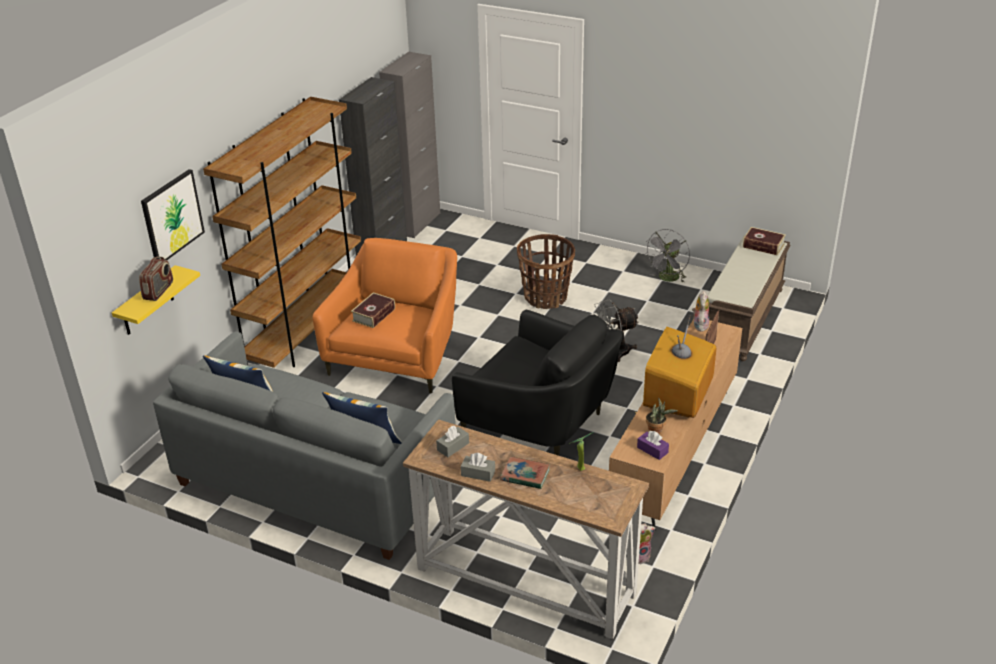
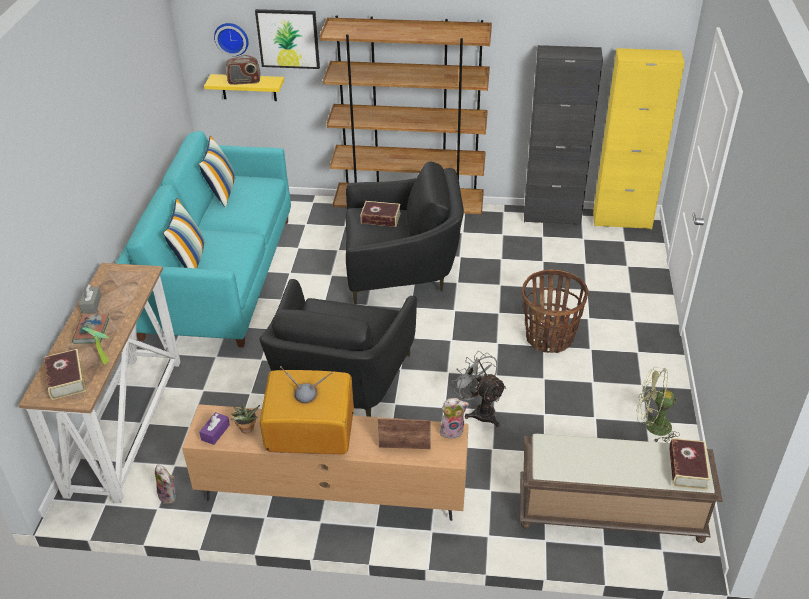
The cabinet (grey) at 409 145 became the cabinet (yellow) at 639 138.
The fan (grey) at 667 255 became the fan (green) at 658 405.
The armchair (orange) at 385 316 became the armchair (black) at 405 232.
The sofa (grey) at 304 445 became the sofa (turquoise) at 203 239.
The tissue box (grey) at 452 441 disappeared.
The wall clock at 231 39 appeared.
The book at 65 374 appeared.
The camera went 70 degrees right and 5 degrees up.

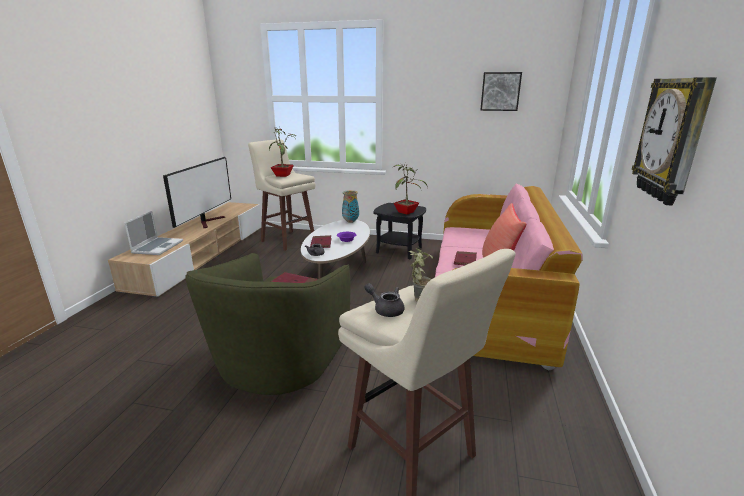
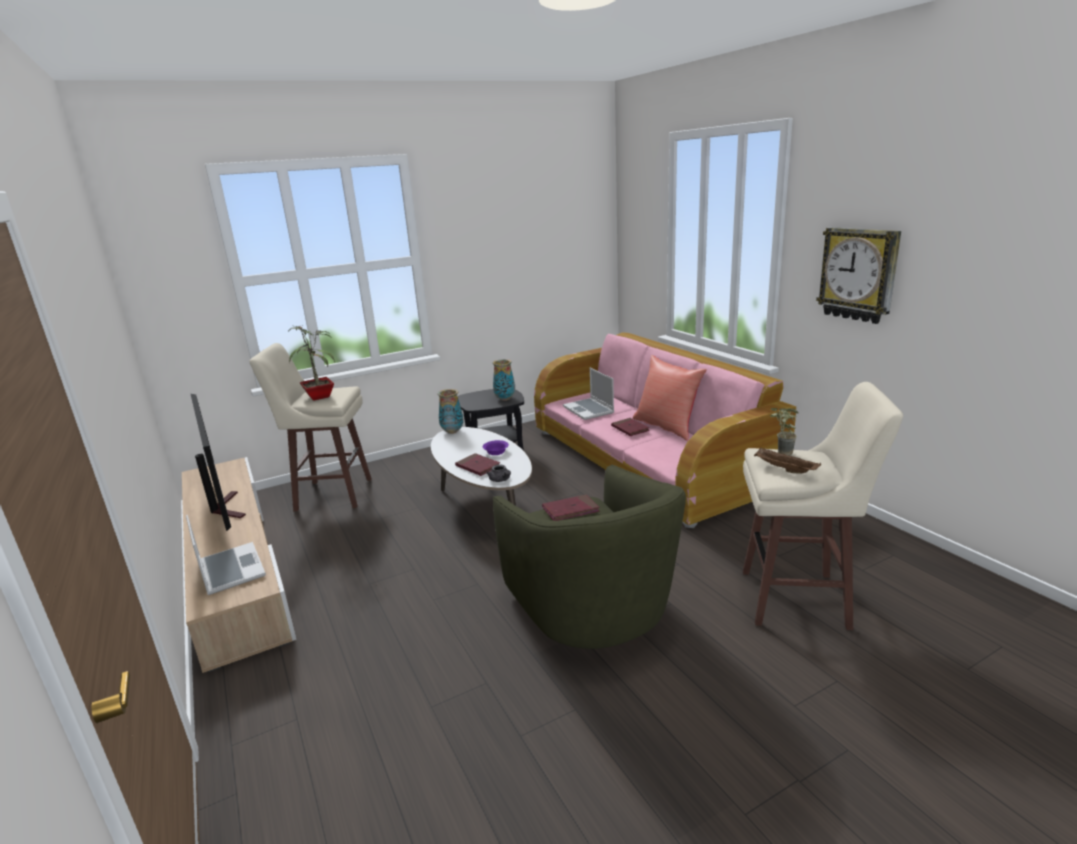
The picture at 501 91 disappeared.
The potted plant at 410 190 was replaced by the vase at 503 380.
The teapot (grey) at 384 300 was replaced by the tray (brown) at 787 461.
The laptop at 588 394 appeared.
The camera went 40 degrees left and 0 degrees up.

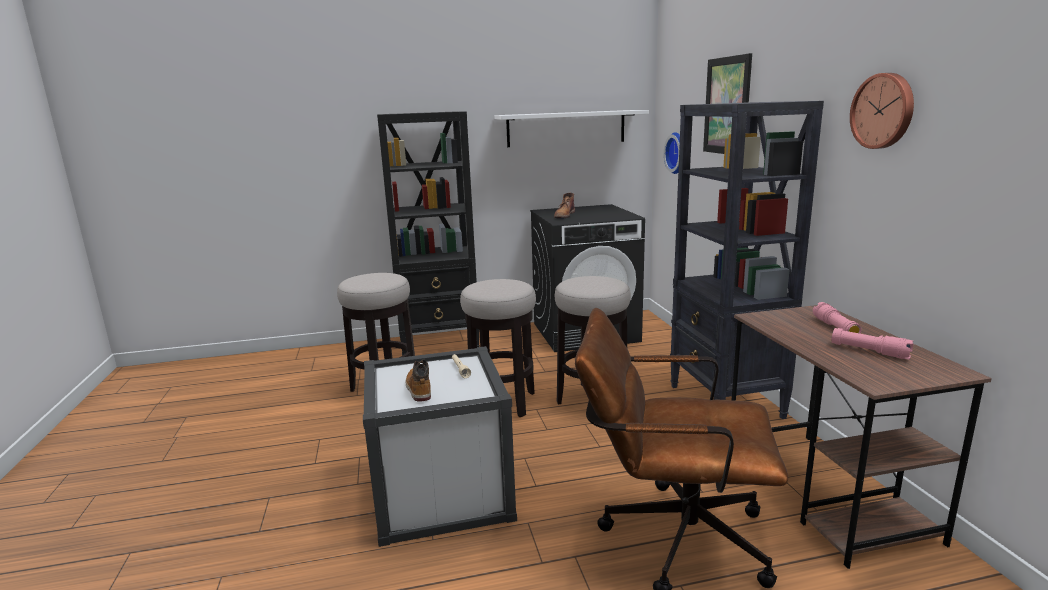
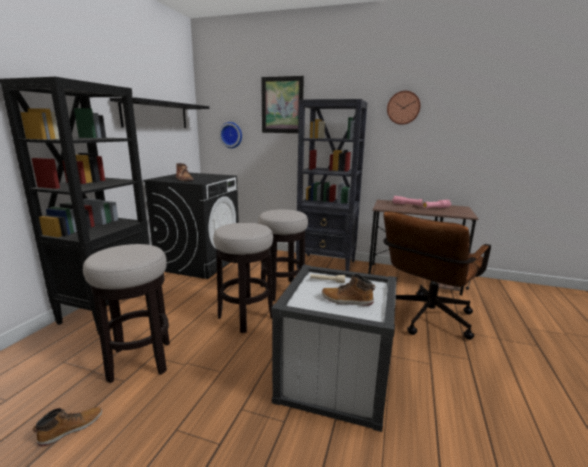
The shelf (white) at 571 128 became the shelf (black) at 160 112.
The boot at 67 427 appeared.
The camera went 60 degrees left and 0 degrees up.

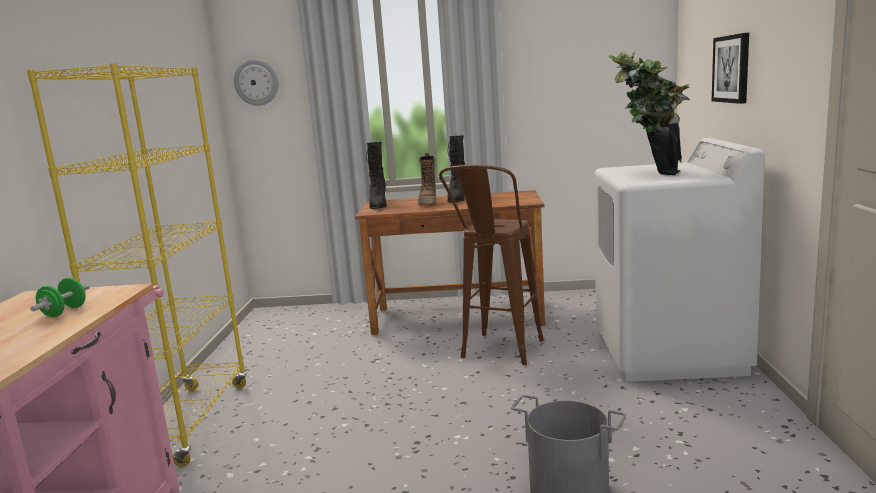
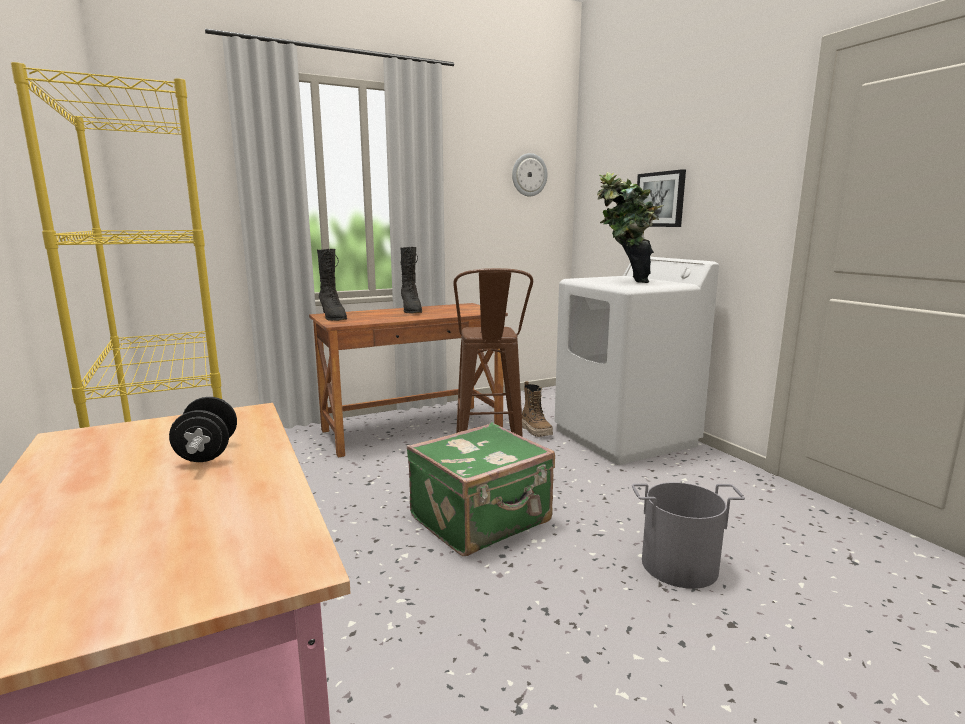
The wall clock moved from 256 82 to 530 175.
The boot moved from 427 179 to 537 409.
The dumbbell (green) at 60 297 became the dumbbell (black) at 203 429.
The suitcase (green) at 481 489 appeared.
The camera went 30 degrees left and 0 degrees up.

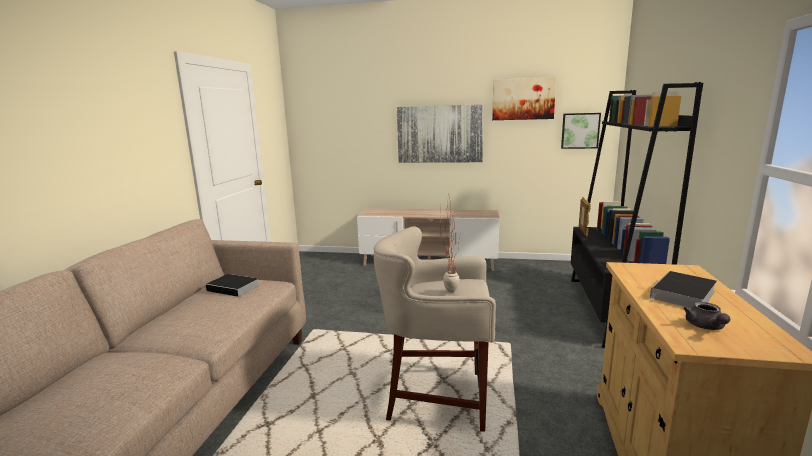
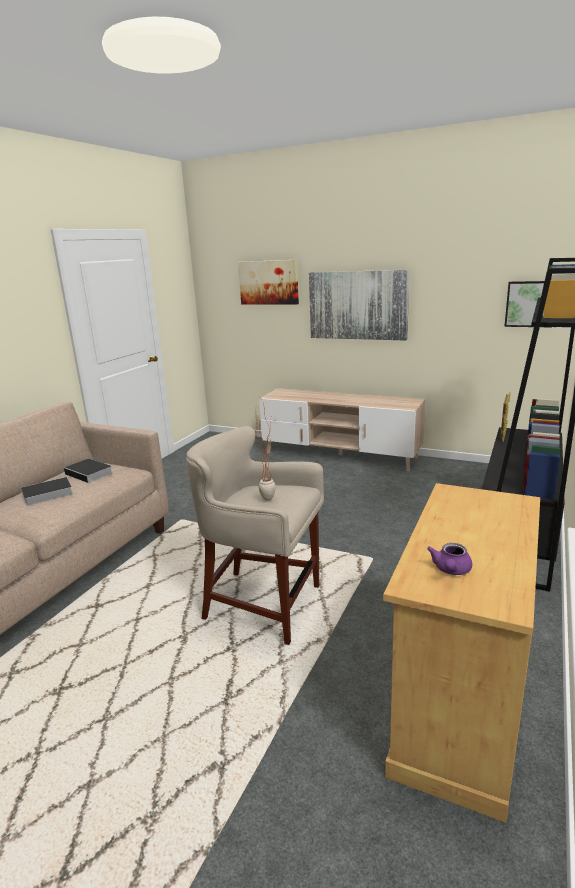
The picture moved from 524 98 to 268 282.
The book moved from 683 289 to 45 491.
The teapot (grey) at 706 316 became the teapot (purple) at 449 559.
The camera went 15 degrees right and 5 degrees up.

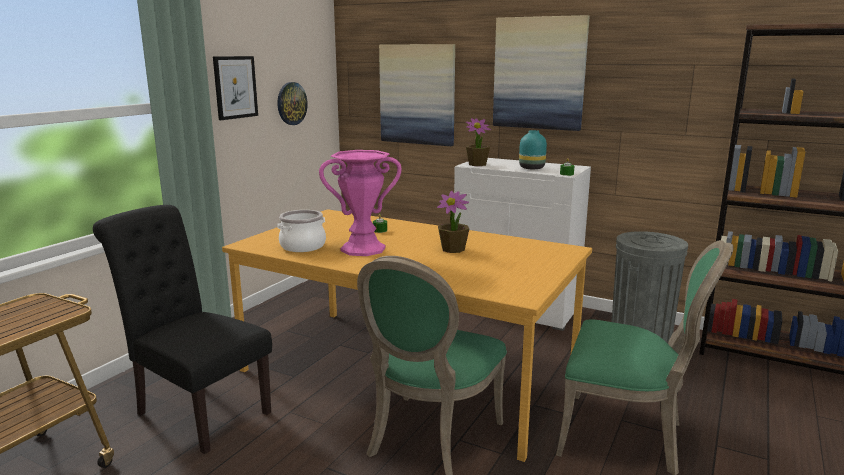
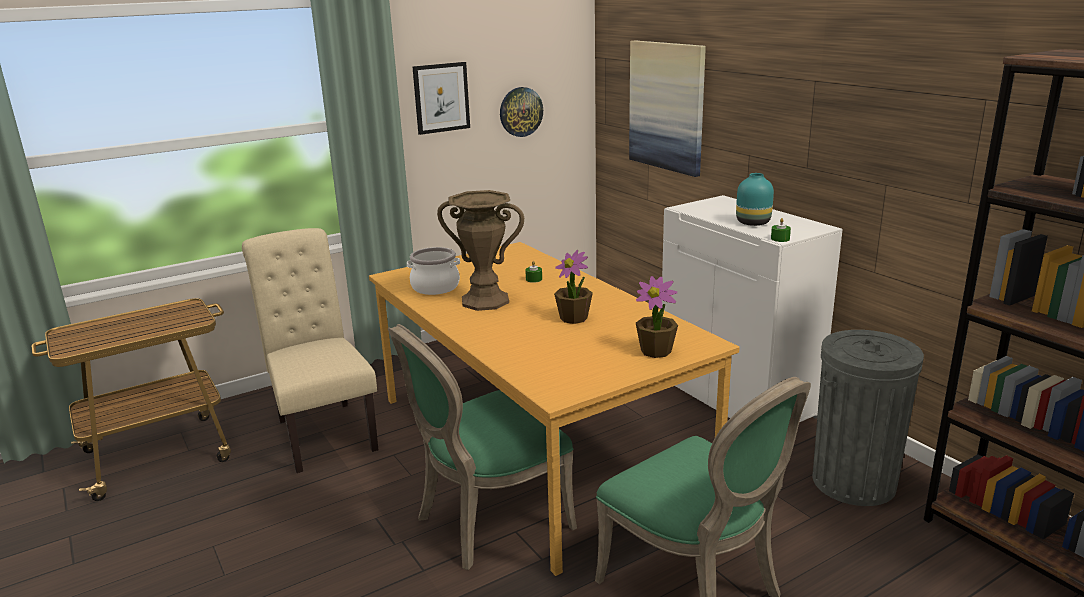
The picture at 541 73 disappeared.
The potted plant moved from 478 142 to 657 317.
The vase (pink) at 360 203 became the vase (brown) at 480 250.
The chair (black) at 182 329 became the chair (beige) at 310 350.
The camera went 30 degrees right and 5 degrees up.

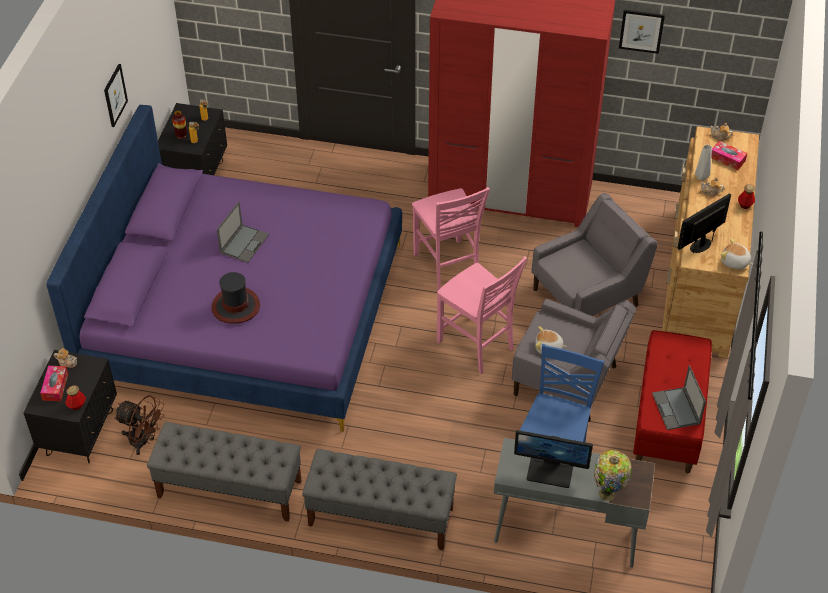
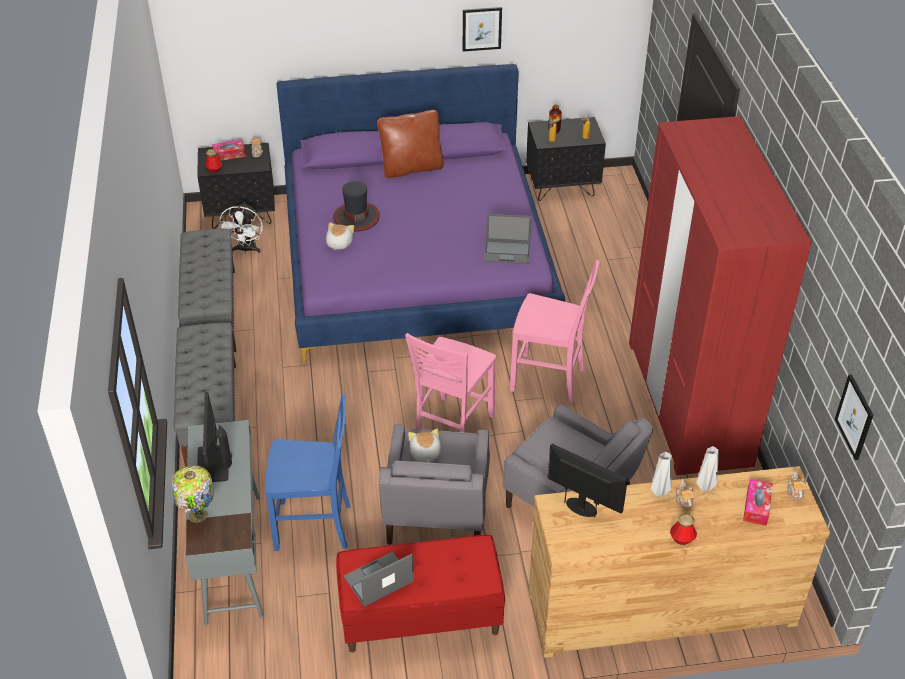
The picture moved from 642 32 to 854 417.
The chair (pink) at 451 238 turned 120 degrees counterclockwise.
The laptop moved from 243 232 to 508 239.
The plush toy moved from 736 253 to 340 236.
The fan (brown) at 139 425 became the fan (white) at 241 227.
The pillow (brown) at 410 144 appeared.
The vase (grey) at 661 474 appeared.
The camera went 70 degrees right and 5 degrees down.

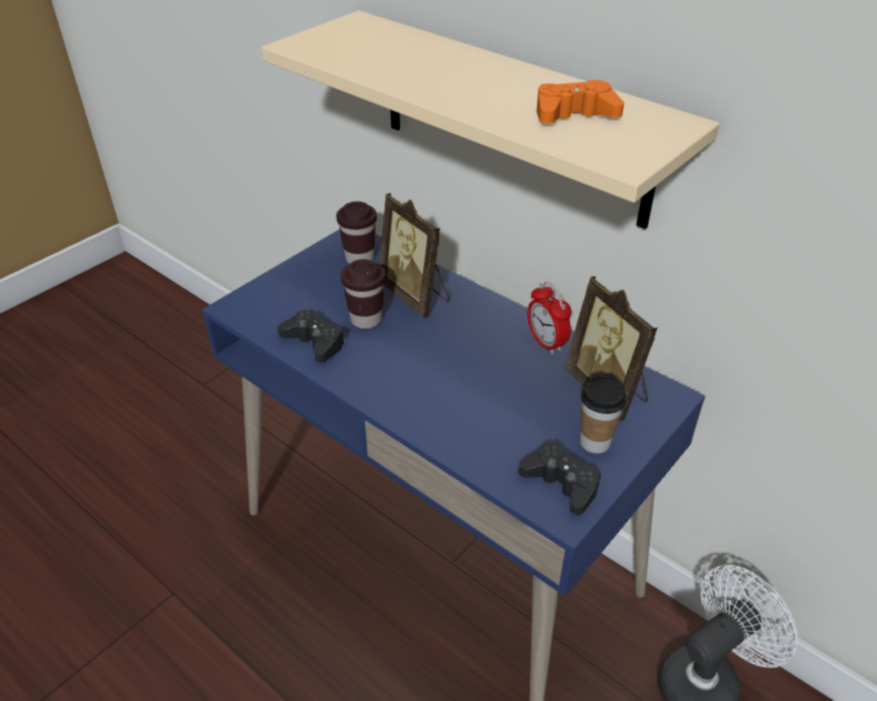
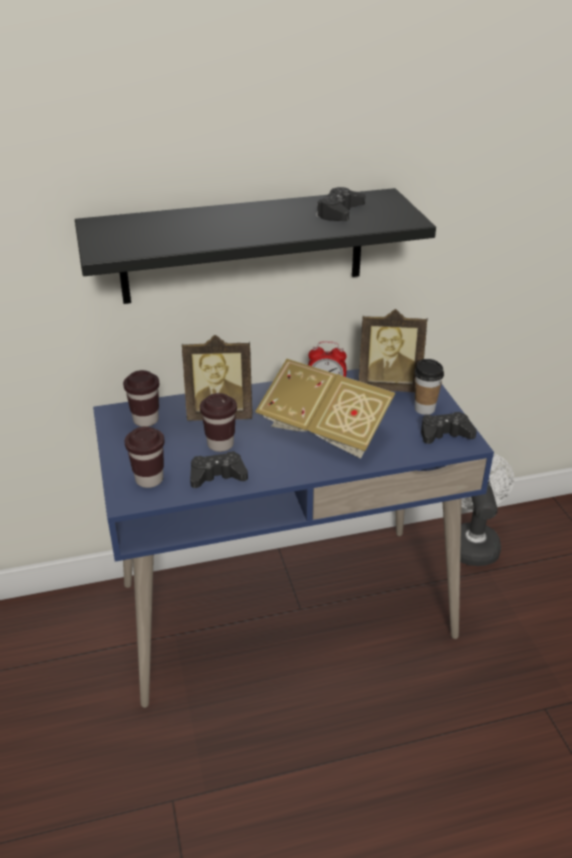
The shelf (beige) at 490 119 became the shelf (black) at 255 246.
The game controller (orange) at 580 102 became the game controller (black) at 341 204.
The book at 325 409 appeared.
The cup (brown) at 144 457 appeared.
The camera went 55 degrees left and 5 degrees down.

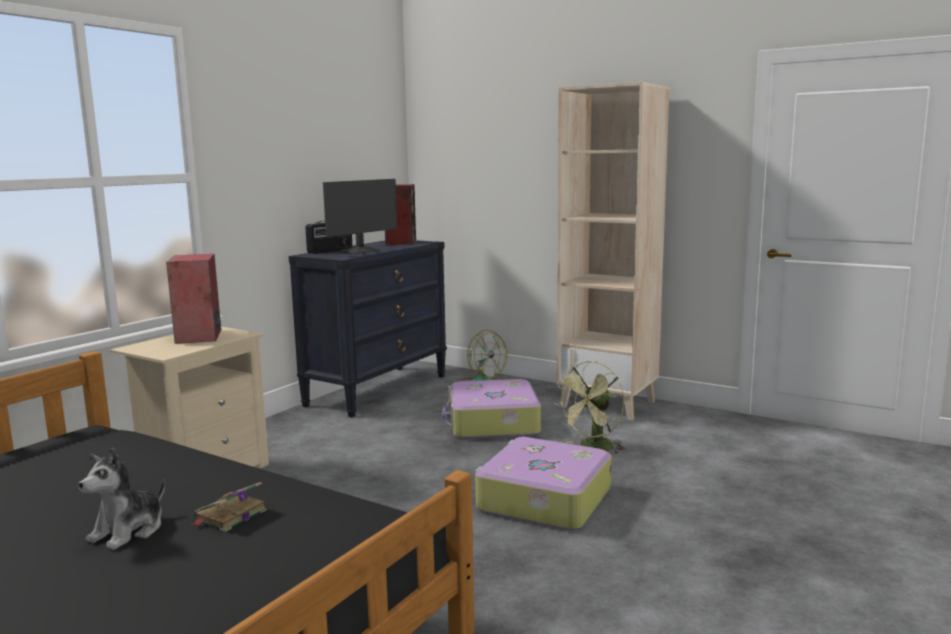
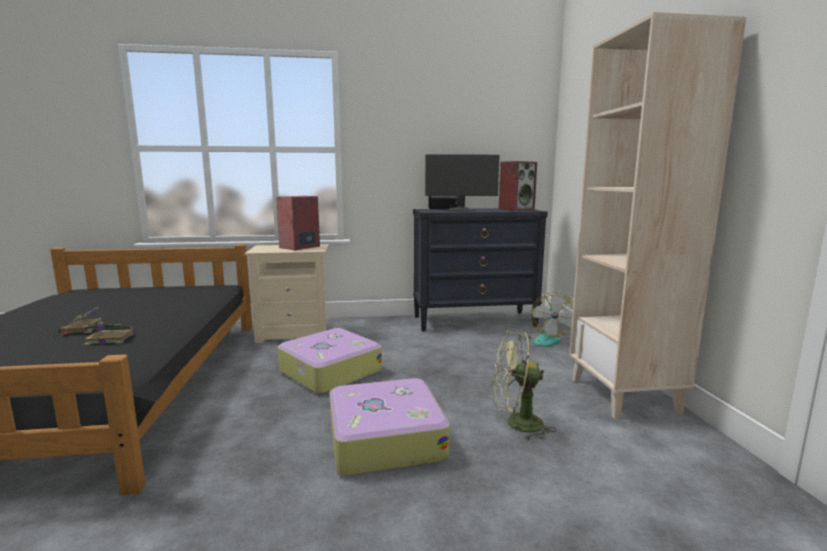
The suitcase moved from 491 409 to 329 361.
The plush toy at 121 499 was replaced by the book at 81 321.
The camera went 50 degrees right and 0 degrees up.

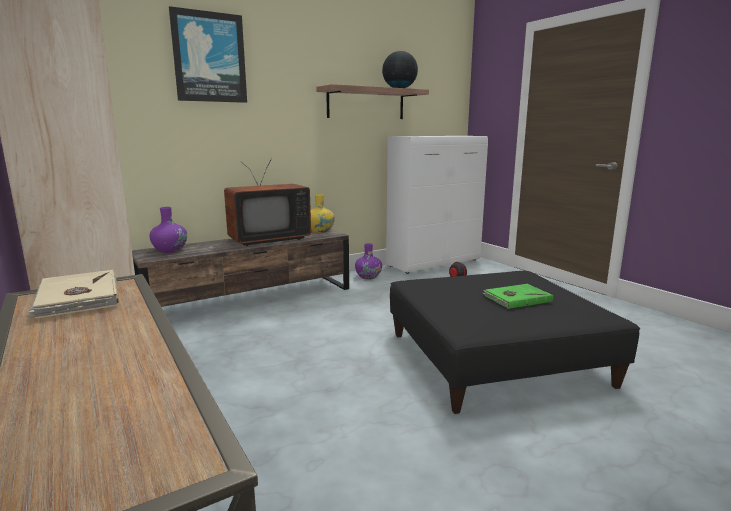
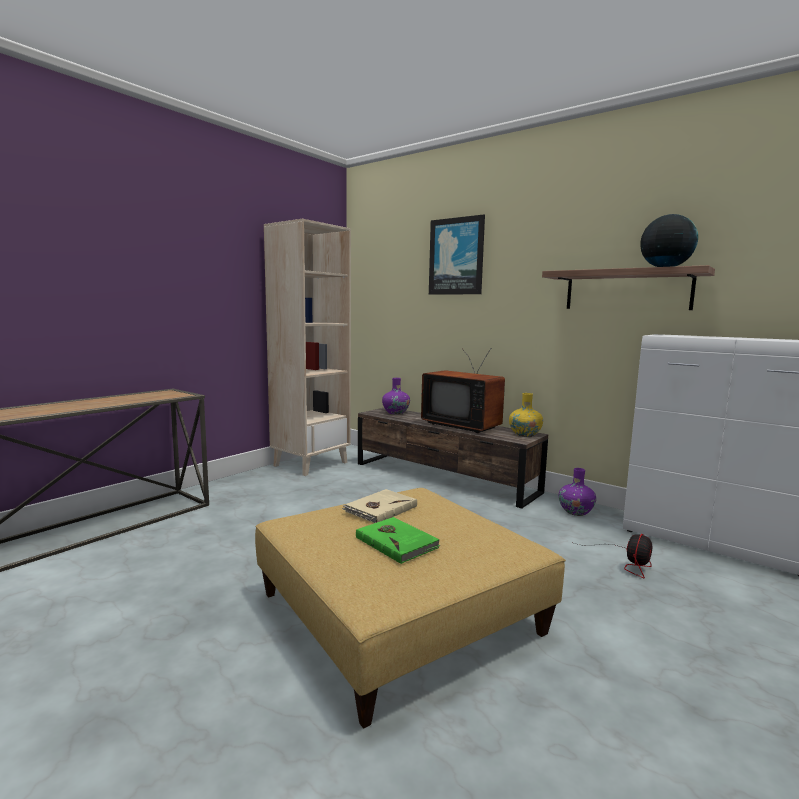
The book (beige) moved from 72 294 to 379 506.
The ottoman (black) at 515 342 became the ottoman (beige) at 410 608.
The camera went 70 degrees right and 5 degrees down.

